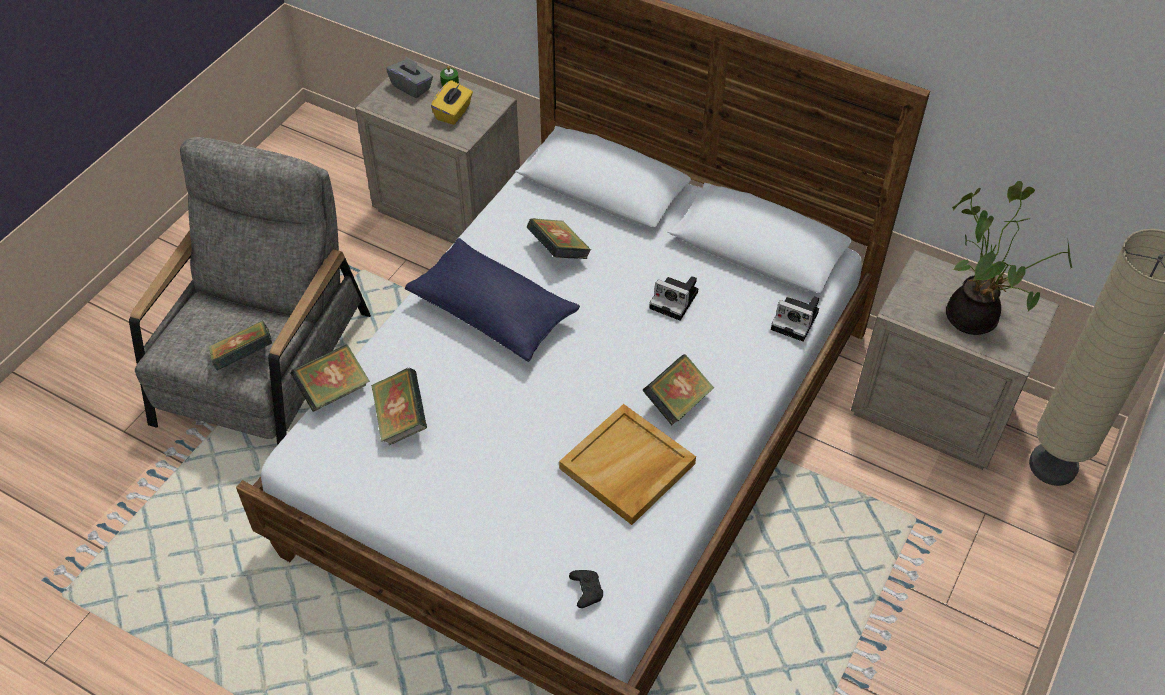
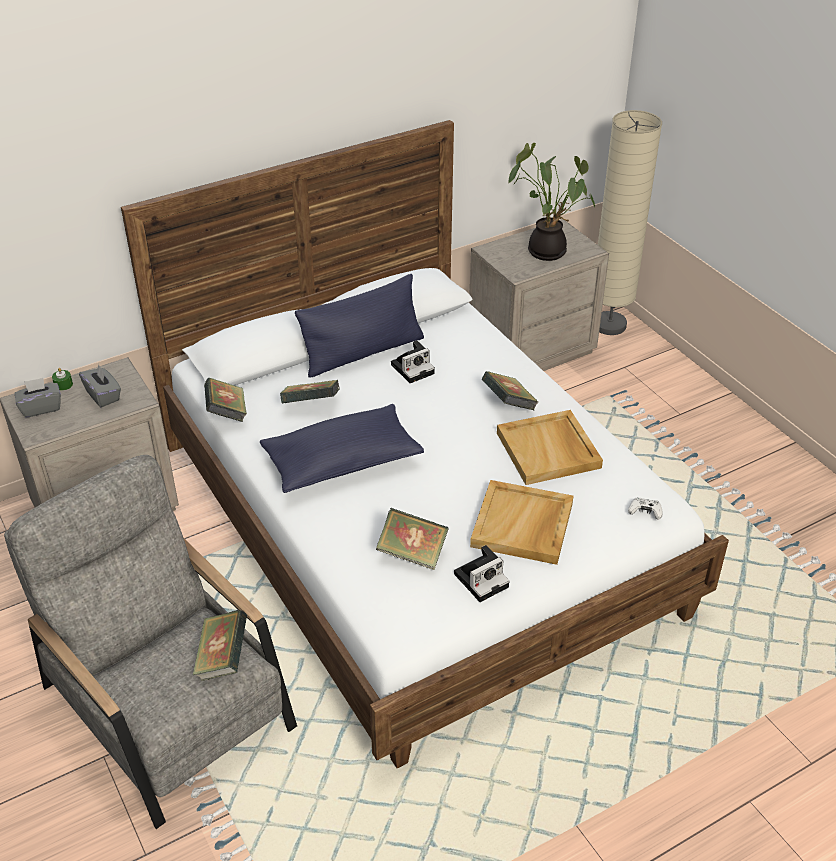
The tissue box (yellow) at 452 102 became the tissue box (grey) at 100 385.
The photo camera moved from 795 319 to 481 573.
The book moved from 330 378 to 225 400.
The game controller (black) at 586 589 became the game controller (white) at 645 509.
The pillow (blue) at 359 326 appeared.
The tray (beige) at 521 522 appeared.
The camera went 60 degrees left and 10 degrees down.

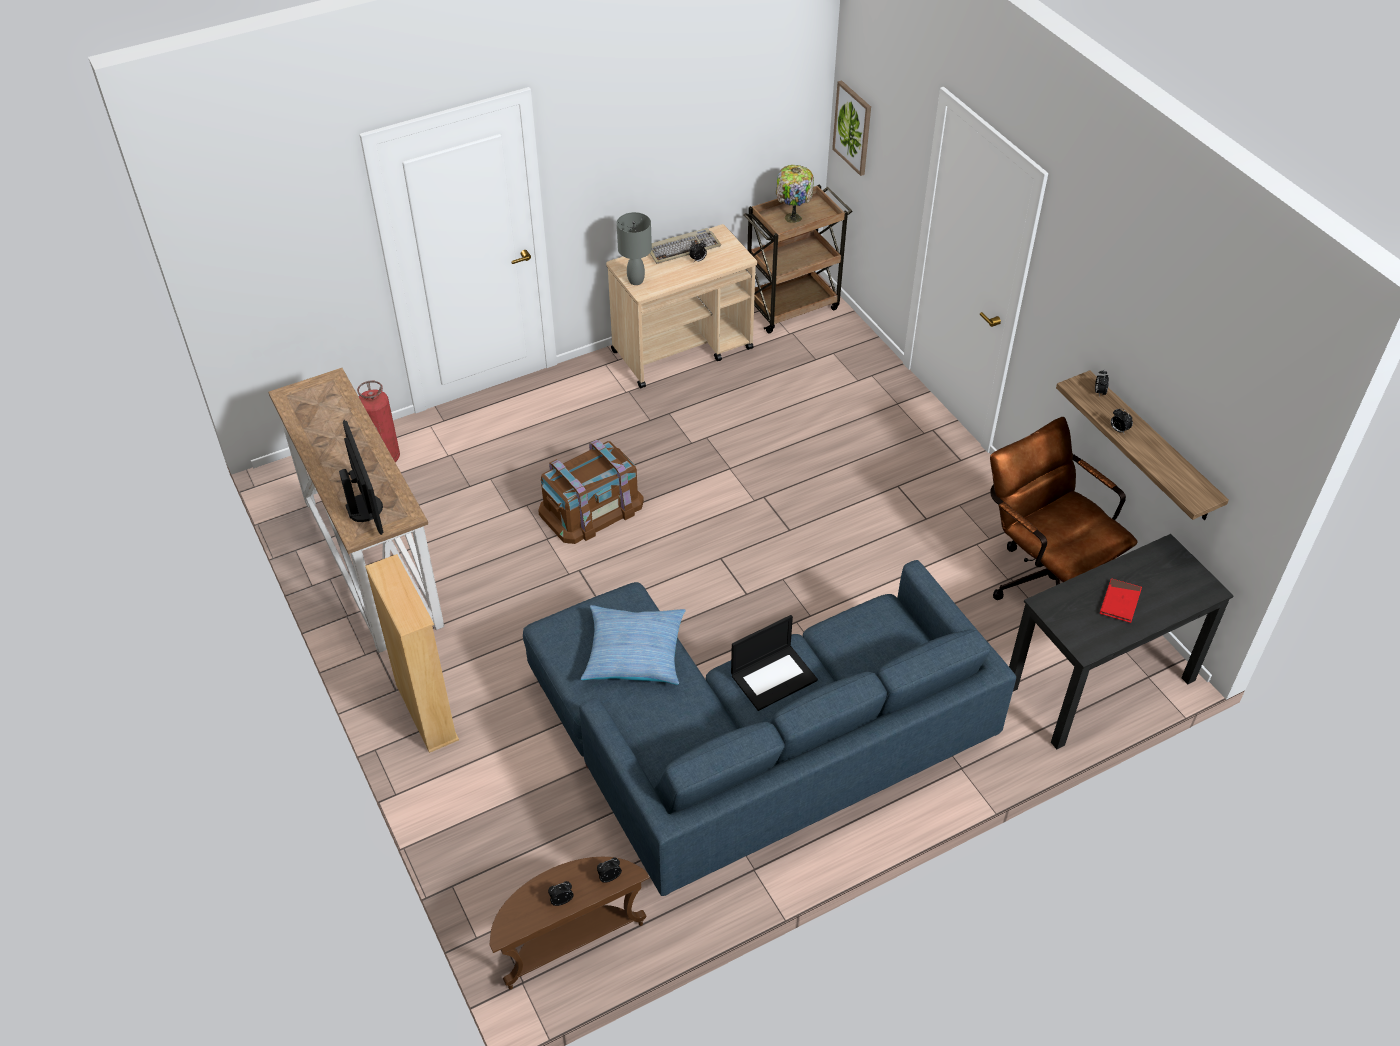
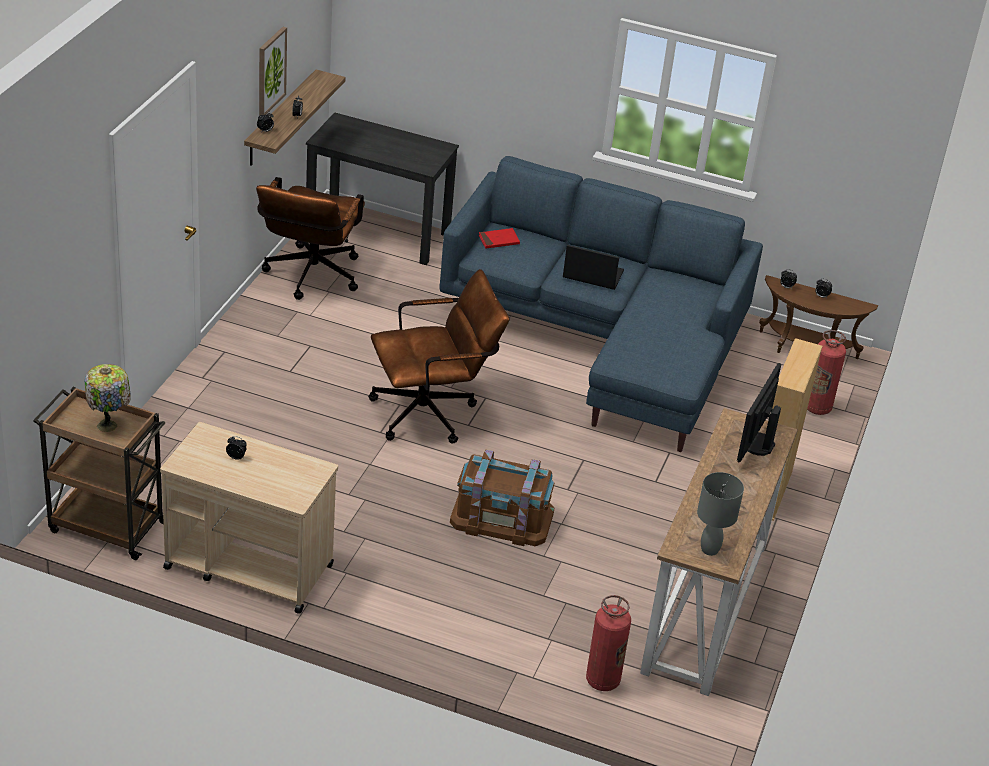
The picture moved from 851 128 to 273 71.
The table lamp (grey) moved from 634 248 to 720 514.
The keyboard at 685 246 disappeared.
The book (red) moved from 1121 600 to 499 238.
The pillow at 633 645 disappeared.
The office chair (brown) at 438 356 appeared.
The fire extinguisher at 826 372 appeared.
The camera went 135 degrees left and 10 degrees down.

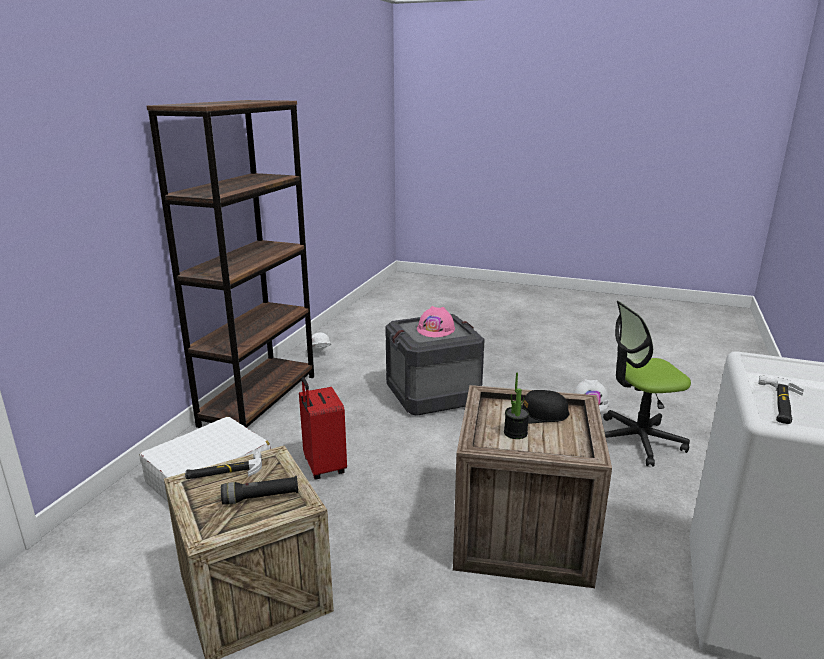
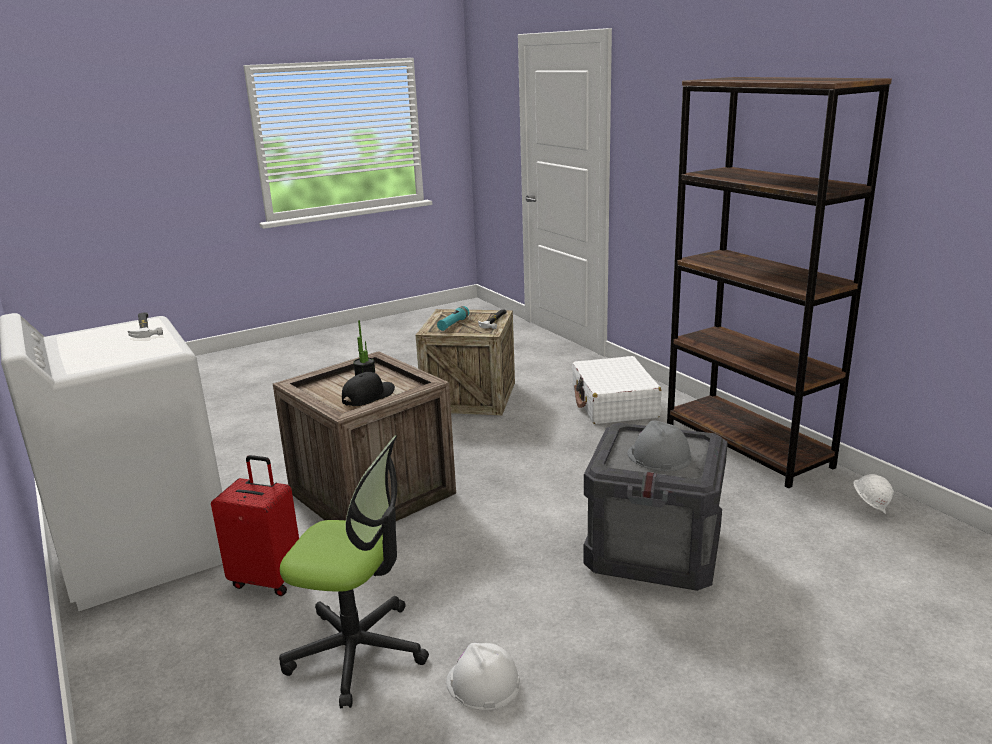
The office chair at 647 384 turned 75 degrees clockwise.
The hard hat (pink) at 436 321 became the hard hat (grey) at 659 445.
The suitcase (red) moved from 323 428 to 255 525.
The flashlight (black) at 259 490 became the flashlight (turquoise) at 453 318.
The camera went 130 degrees right and 0 degrees up.

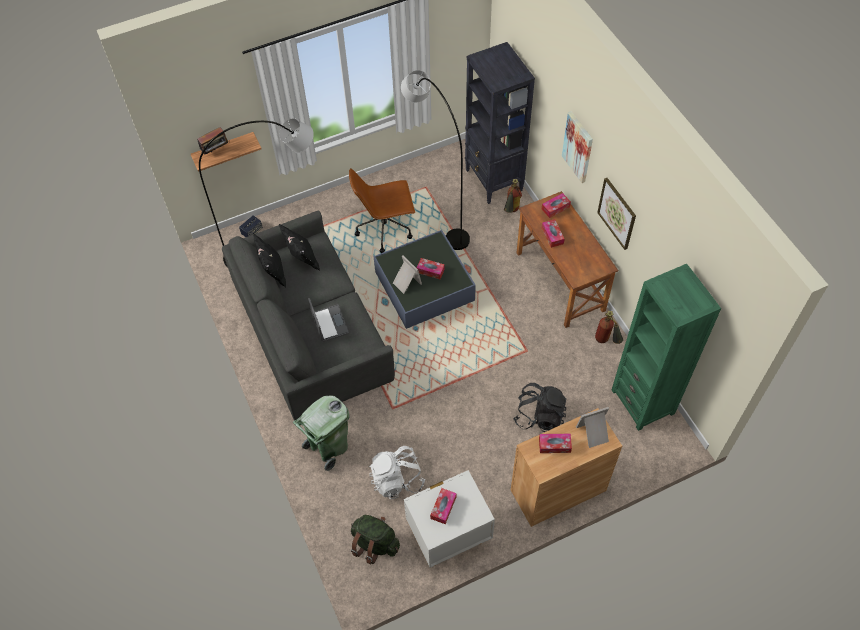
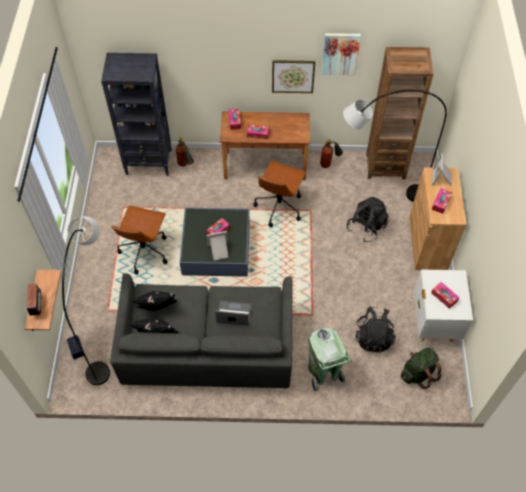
The floor lamp (grey) moved from 435 160 to 395 146.
The picture moved from 577 147 to 341 54.
The bookcase (green) at 666 347 became the bookcase (brown) at 400 113.
The backpack (white) at 397 472 became the backpack (black) at 375 329.
The office chair (brown) at 279 194 appeared.
The camera went 65 degrees left and 0 degrees up.

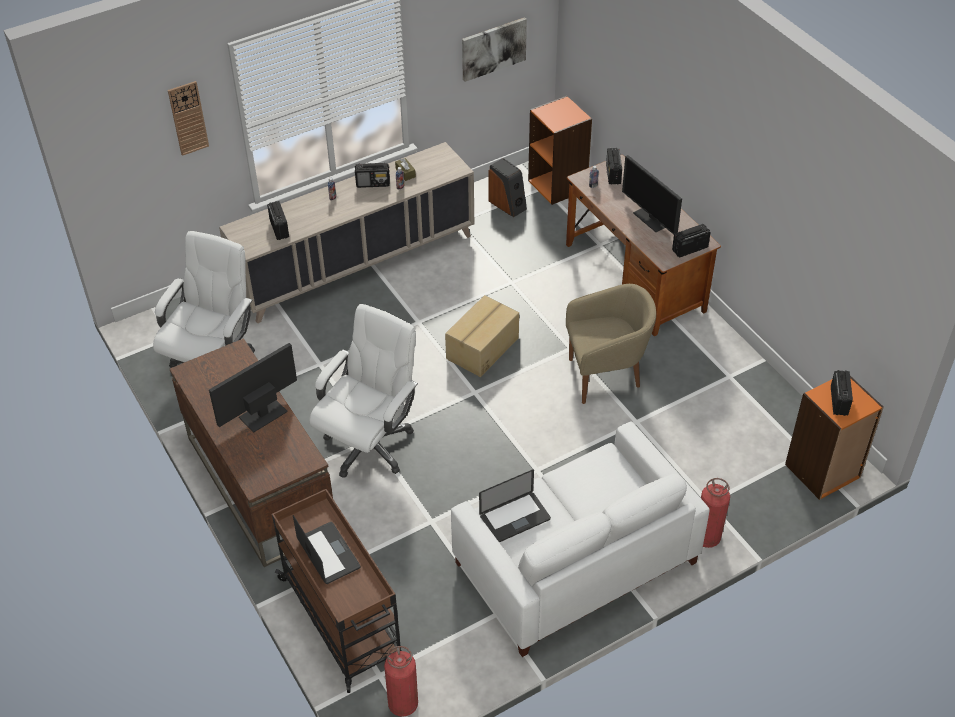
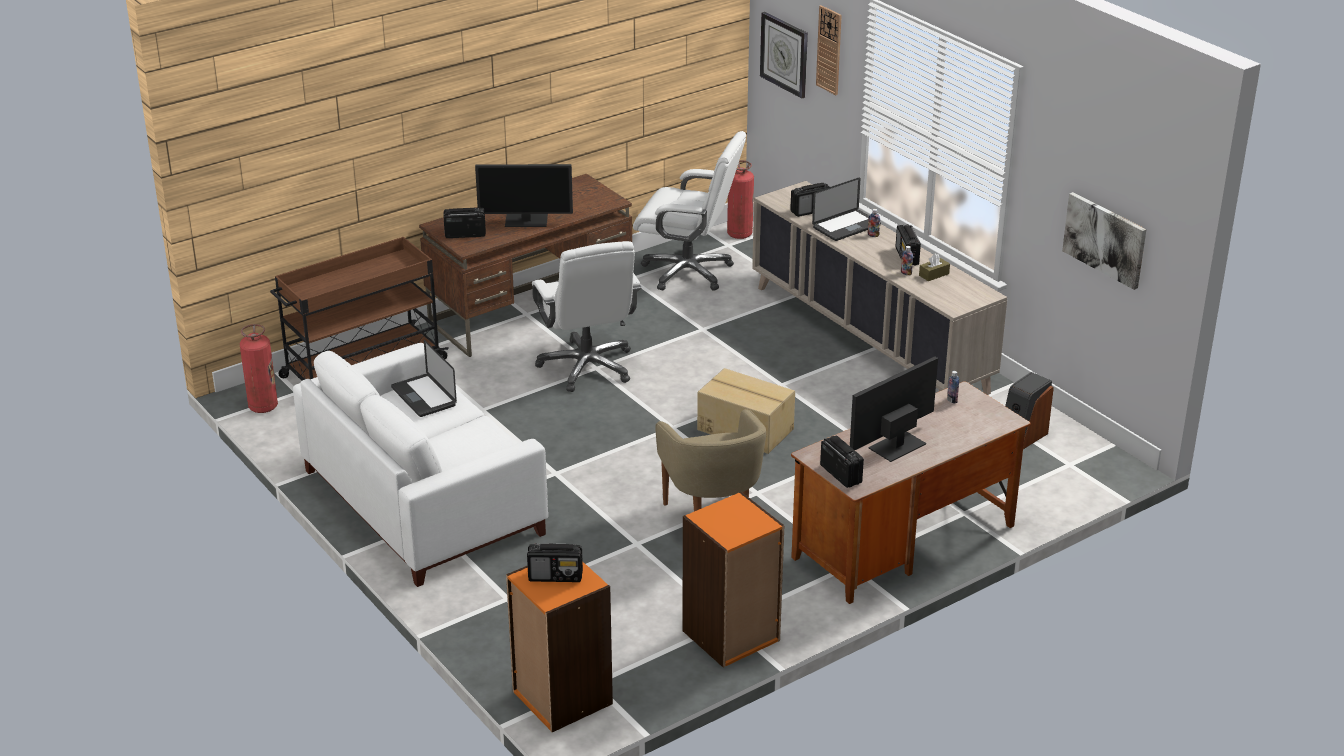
The bookcase (orange) moved from 560 150 to 733 580.
The radio moved from 614 166 to 464 223.
The office chair (white) at 363 391 turned 45 degrees clockwise.
The monitor at 253 387 turned 135 degrees clockwise.
The fire extinguisher moved from 715 513 to 740 199.
The laptop moved from 326 549 to 846 209.
The wall clock at 784 55 appeared.
The camera went 85 degrees right and 15 degrees down.

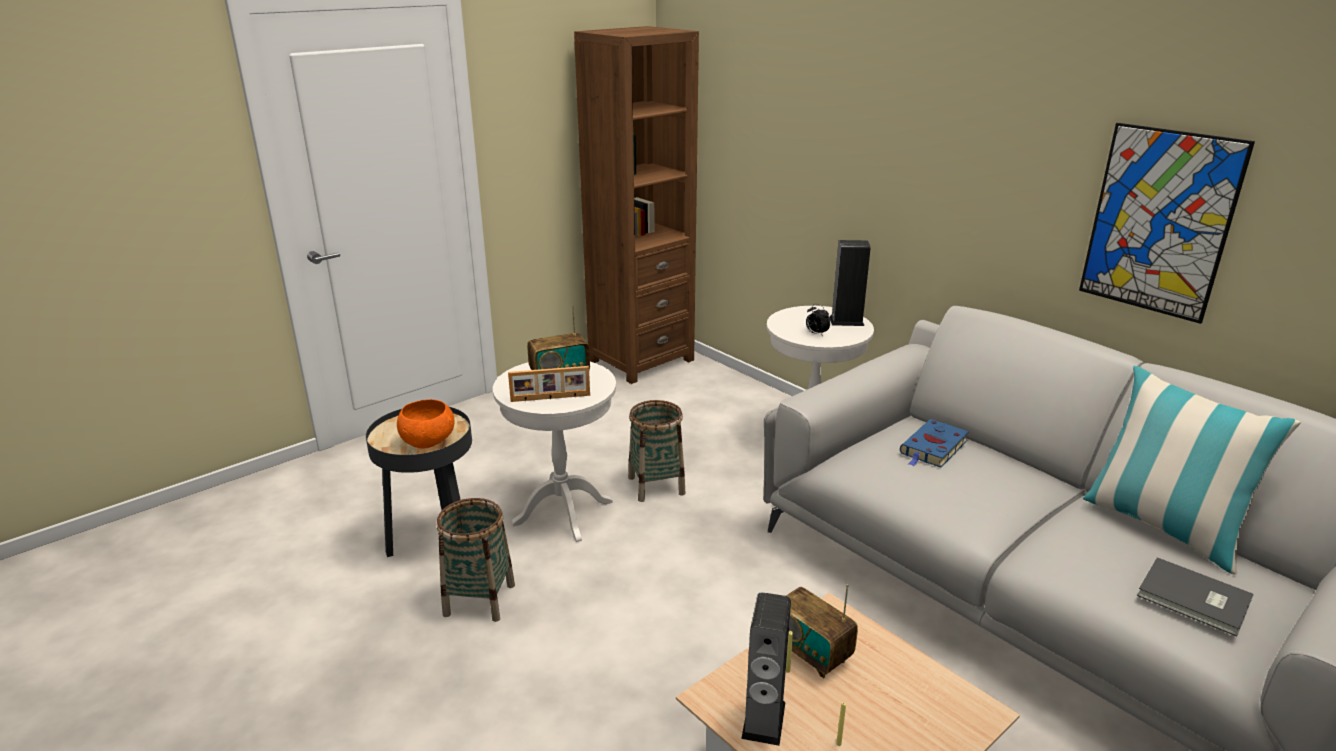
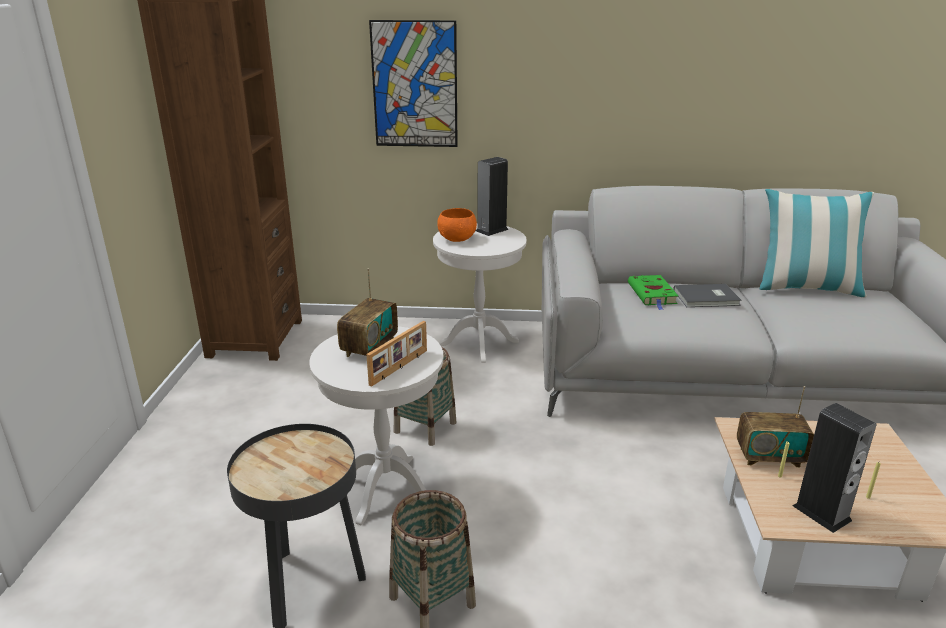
The picture moved from 1167 223 to 413 83.
The alarm clock at 818 320 disappeared.
The bowl (orange) moved from 425 423 to 457 225.
The book (blue) at 934 443 became the book (green) at 653 292.
The book (grey) moved from 1195 596 to 708 295.
The camera went 45 degrees left and 0 degrees up.

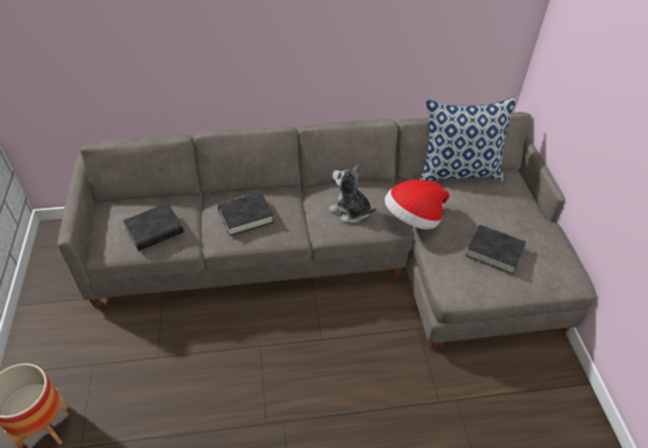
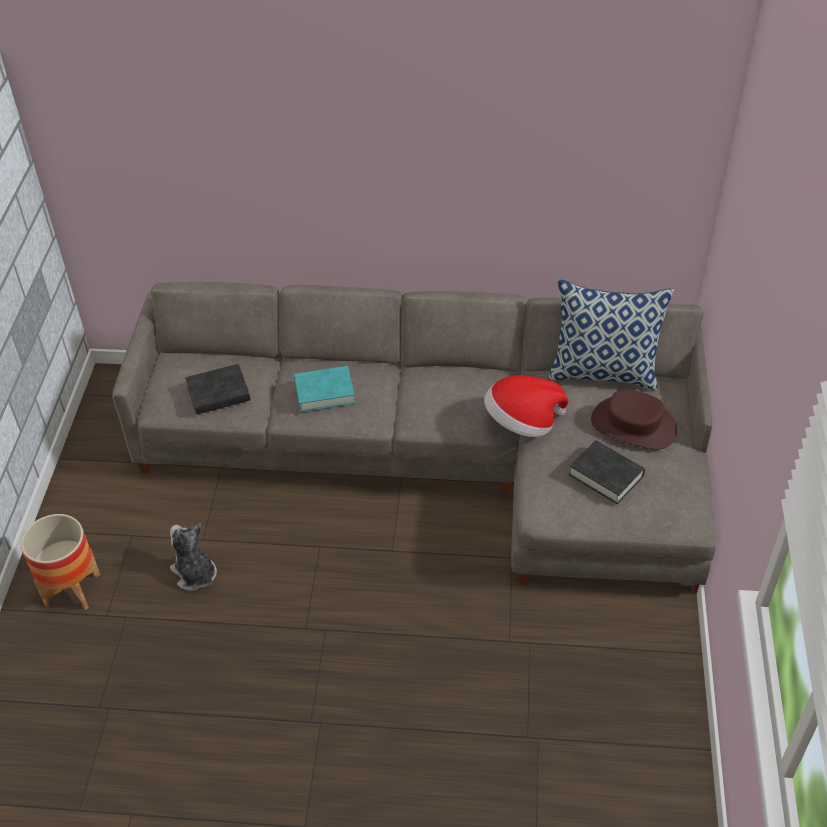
The plush toy moved from 353 193 to 193 557.
The book (black) at 246 214 became the book (turquoise) at 324 389.
The hat (brown) at 634 419 appeared.
The camera went 15 degrees right and 0 degrees up.

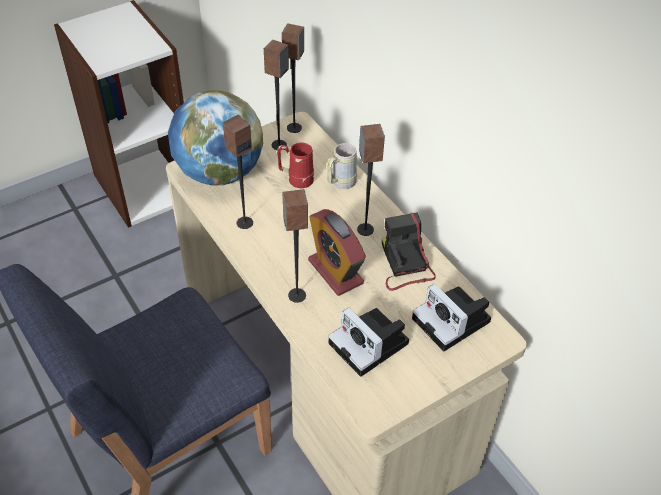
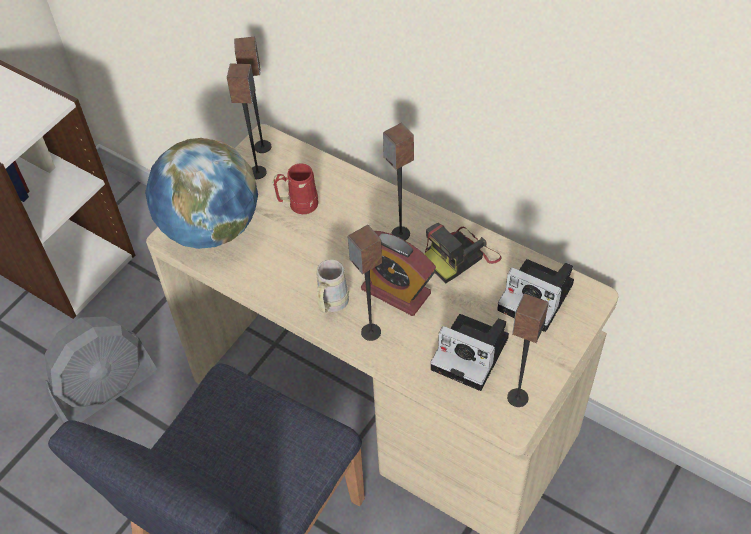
The speaker moved from 238 172 to 528 350.
The mug (beige) moved from 342 166 to 332 286.
The photo camera at 408 251 turned 90 degrees counterclockwise.
The fan (grey) at 101 370 appeared.
The camera went 20 degrees left and 5 degrees up.

